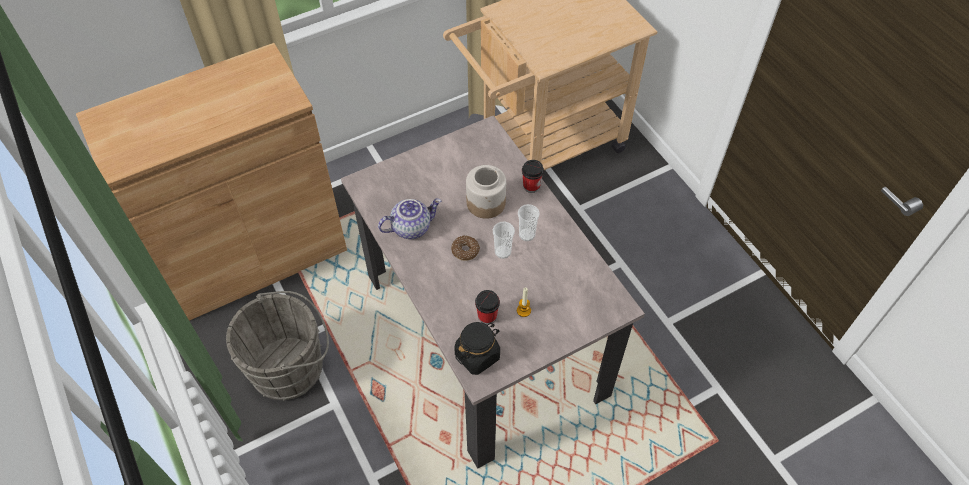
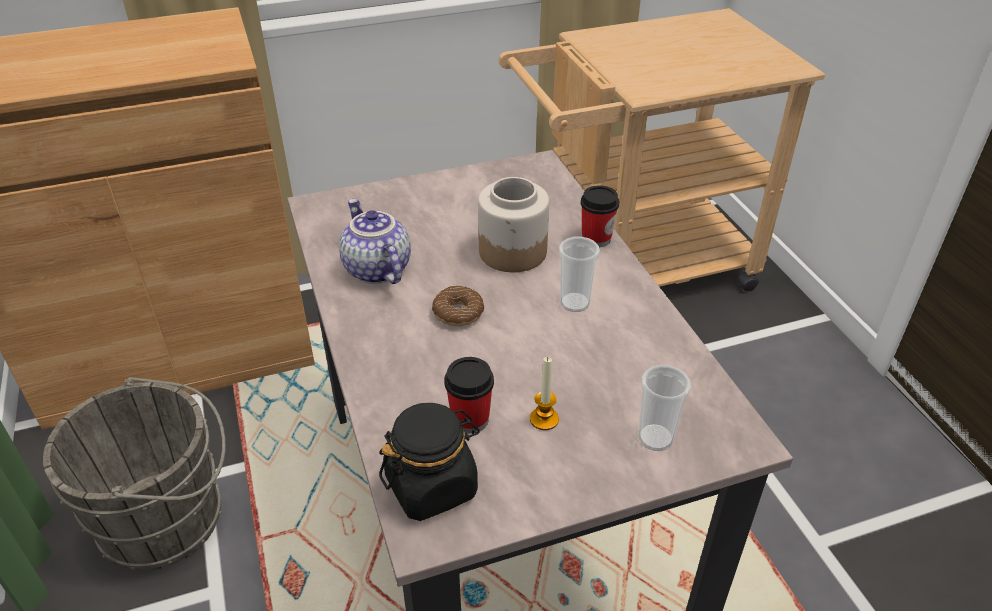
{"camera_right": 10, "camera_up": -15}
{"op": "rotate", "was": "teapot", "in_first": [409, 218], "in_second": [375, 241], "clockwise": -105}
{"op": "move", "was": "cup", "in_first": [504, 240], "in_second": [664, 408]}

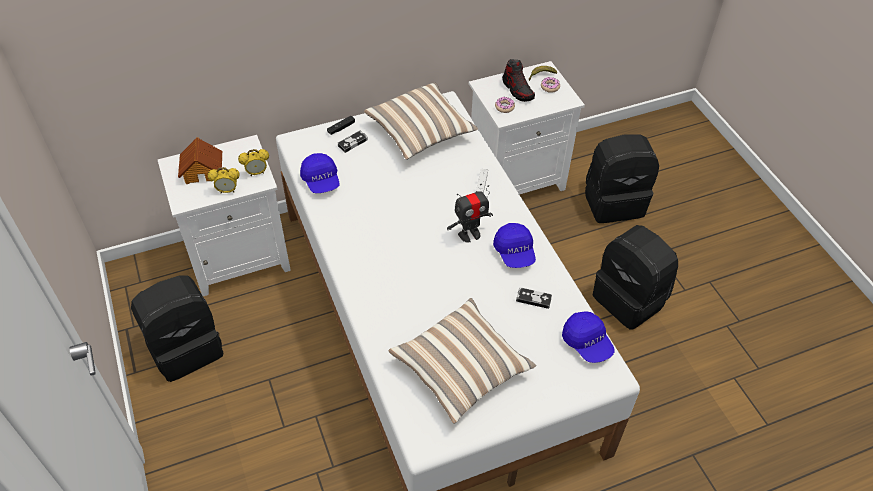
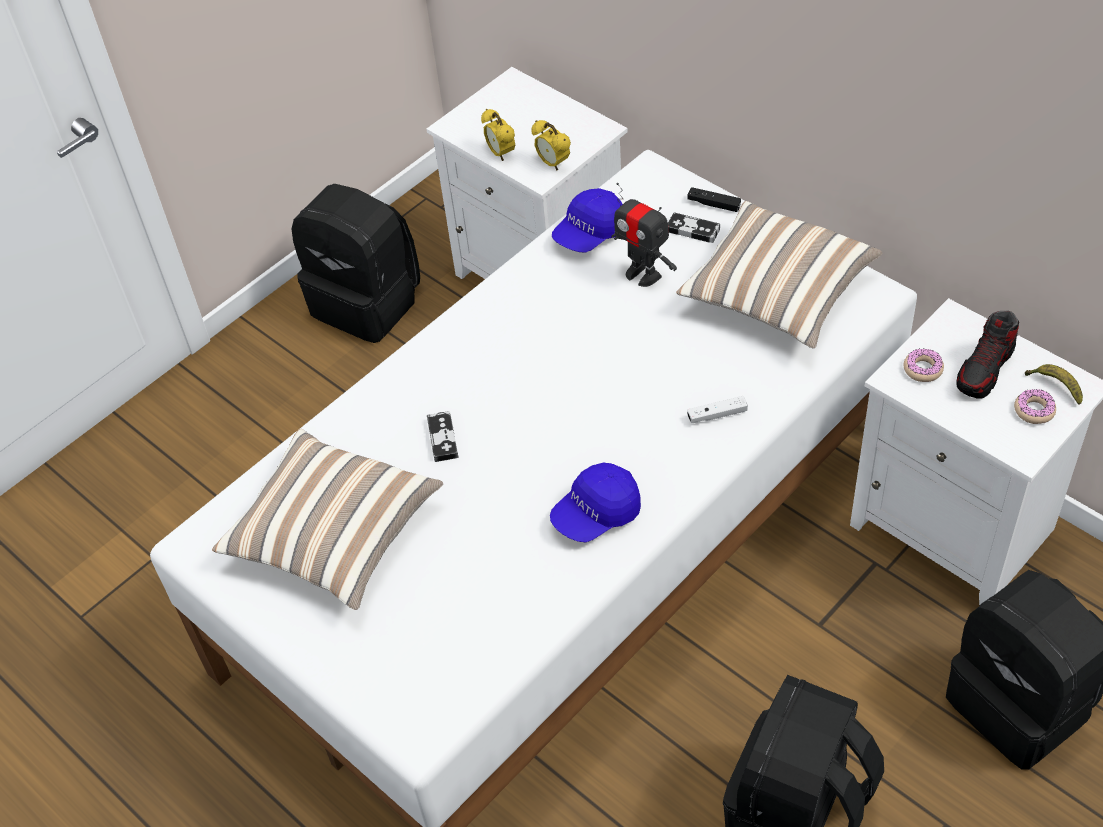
{"camera_right": 70, "camera_up": 0}
{"op": "move", "was": "game controller", "in_first": [534, 298], "in_second": [442, 436]}
{"op": "move", "was": "toy robot", "in_first": [470, 213], "in_second": [644, 235]}
{"op": "delete", "was": "toy house", "in_first": [200, 160]}
{"op": "delete", "was": "blue cap", "in_first": [588, 337]}

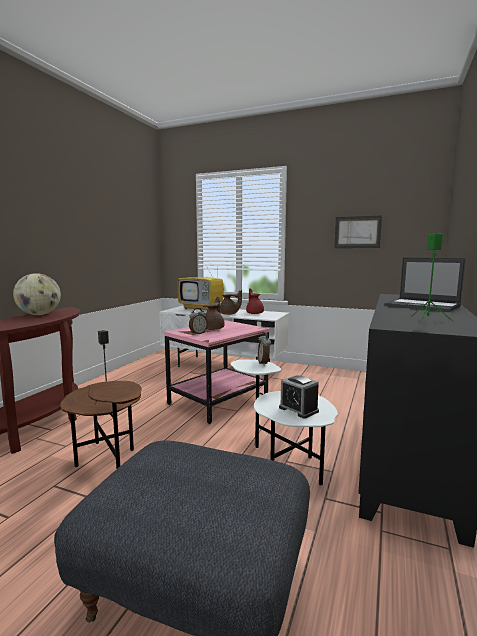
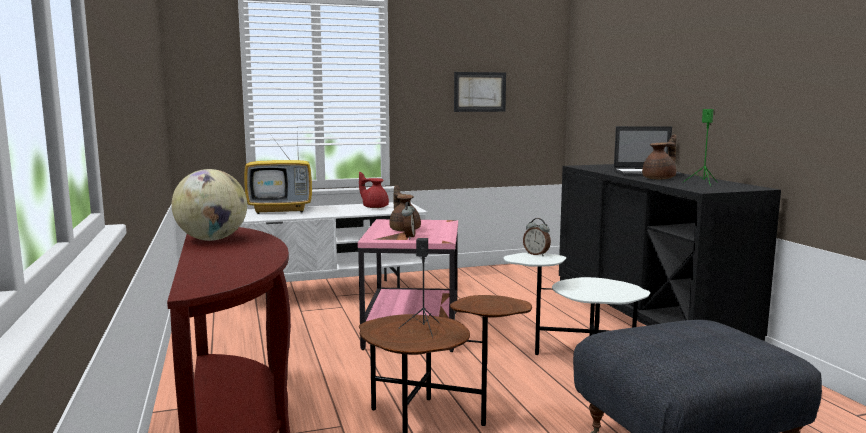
{"camera_right": -40, "camera_up": 0}
{"op": "move", "was": "brown teapot", "in_first": [231, 302], "in_second": [659, 157]}
{"op": "delete", "was": "alarm clock", "in_first": [299, 397]}

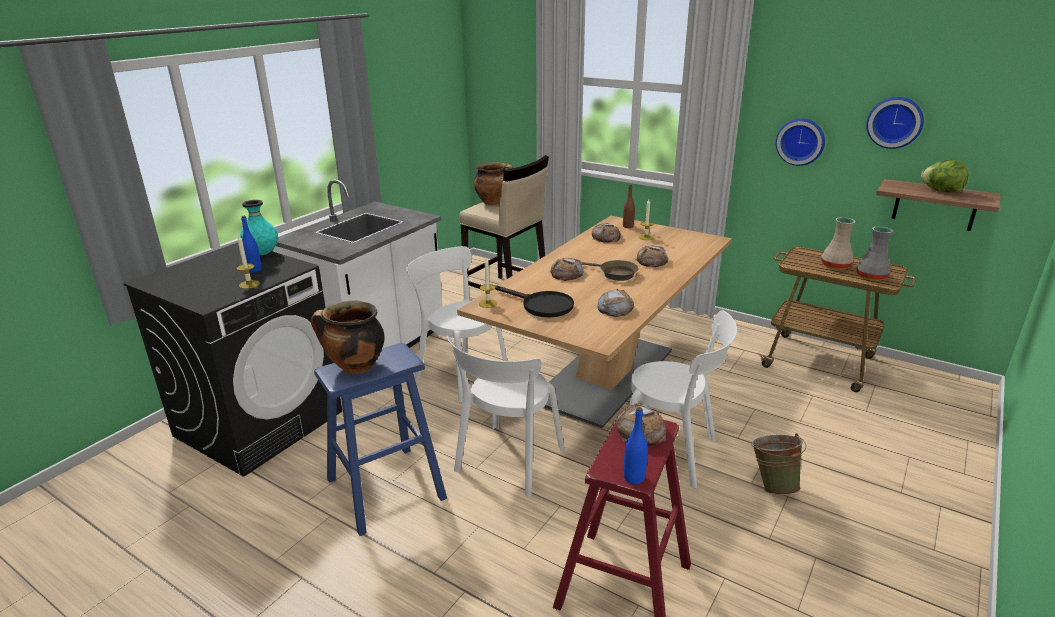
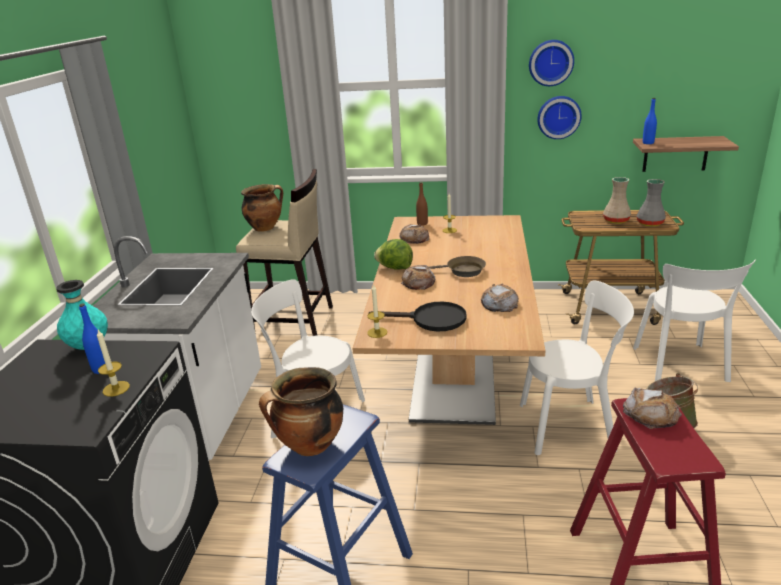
{"camera_right": -25, "camera_up": 0}
{"op": "move", "was": "lettuce", "in_first": [945, 176], "in_second": [393, 254]}
{"op": "move", "was": "wall clock", "in_first": [895, 123], "in_second": [551, 63]}
{"op": "move", "was": "white chair", "in_first": [505, 416], "in_second": [694, 321]}
{"op": "move", "was": "blue bottle", "in_first": [636, 445], "in_second": [650, 121]}
{"op": "delete", "was": "bread", "in_first": [651, 256]}

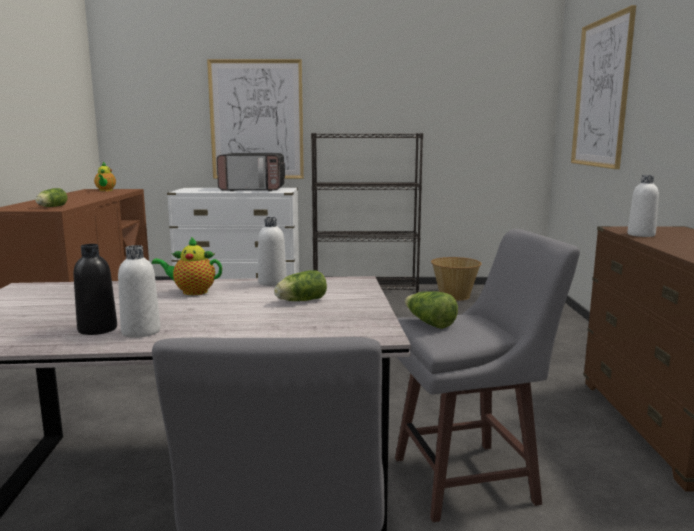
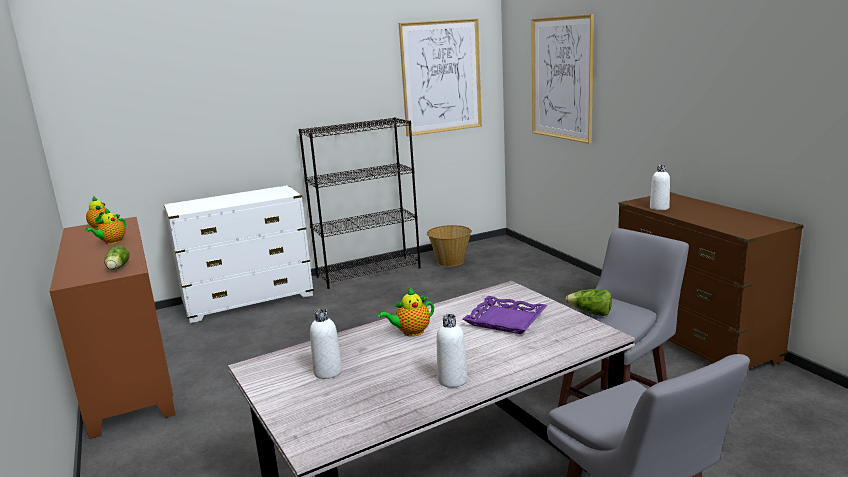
{"camera_right": -25, "camera_up": 5}
{"op": "insert", "now": "teapot", "in_second": [105, 226]}
{"op": "move", "was": "white bottle", "in_first": [272, 251], "in_second": [326, 344]}
{"op": "move", "was": "picture", "in_first": [255, 119], "in_second": [440, 77]}
{"op": "replace", "was": "lettuce", "now": "purple tray", "in_first": [300, 285], "in_second": [505, 315]}
{"op": "delete", "was": "black bottle", "in_first": [95, 289]}
{"op": "delete", "was": "microwave", "in_first": [251, 172]}

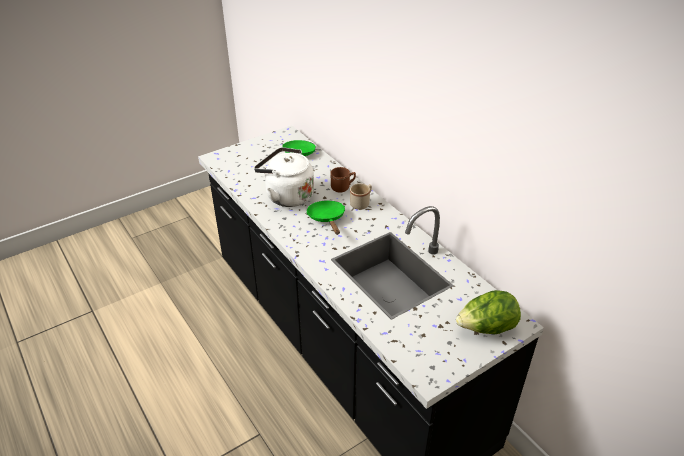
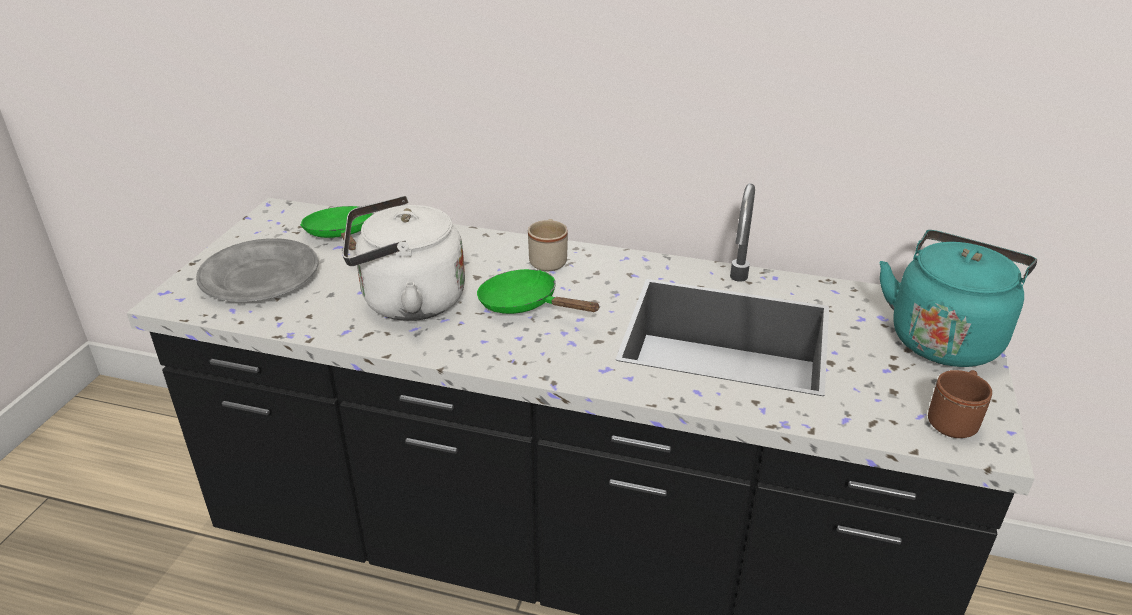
{"camera_right": -40, "camera_up": -5}
{"op": "insert", "now": "grey plate", "in_second": [257, 270]}
{"op": "replace", "was": "lettuce", "now": "turquoise kettle", "in_first": [488, 312], "in_second": [958, 298]}
{"op": "move", "was": "brown mug", "in_first": [343, 180], "in_second": [960, 404]}

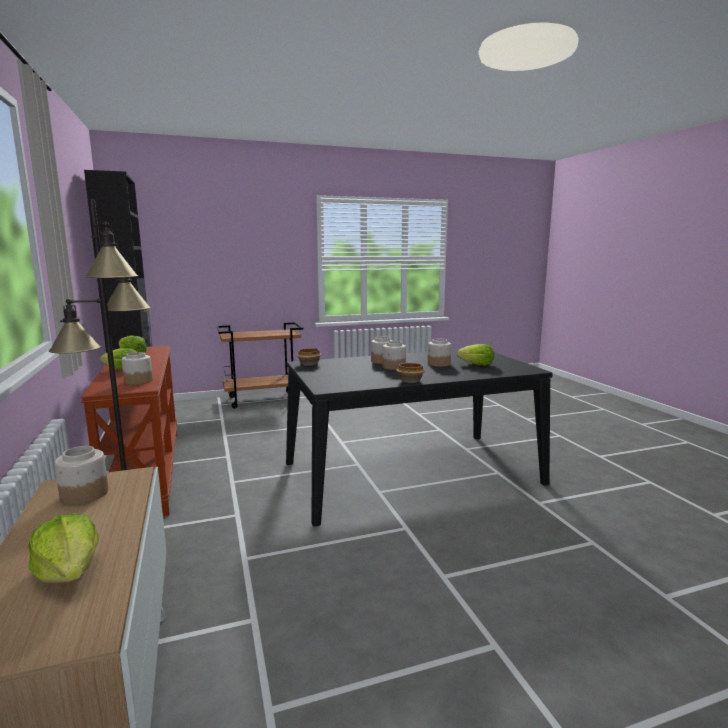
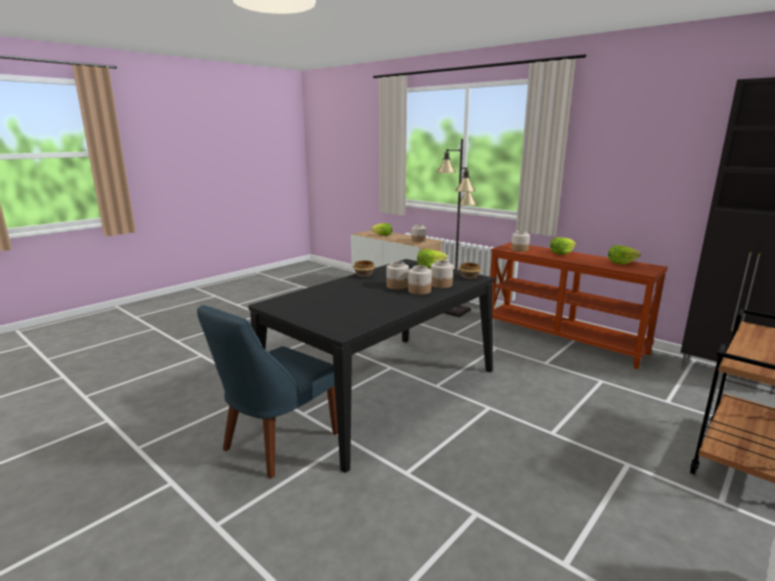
{"camera_right": 150, "camera_up": 5}
{"op": "insert", "now": "blue chair", "in_second": [267, 392]}
{"op": "move", "was": "lettuce", "in_first": [475, 355], "in_second": [432, 259]}
{"op": "move", "was": "jar", "in_first": [439, 353], "in_second": [442, 274]}

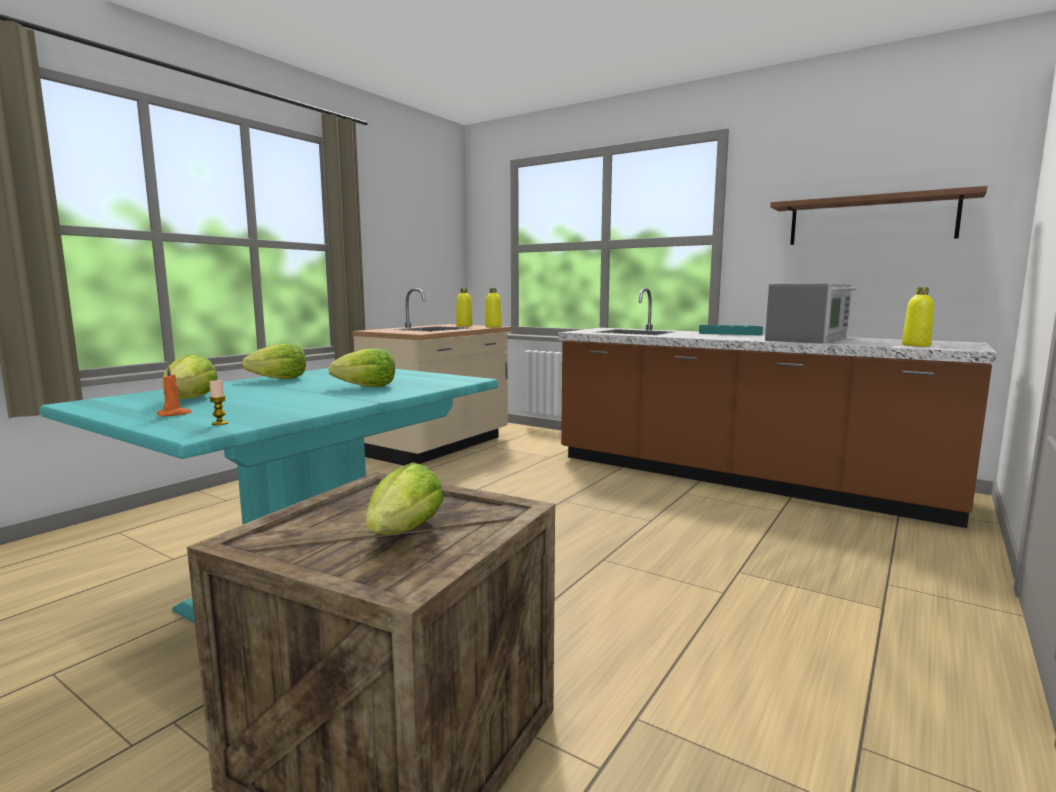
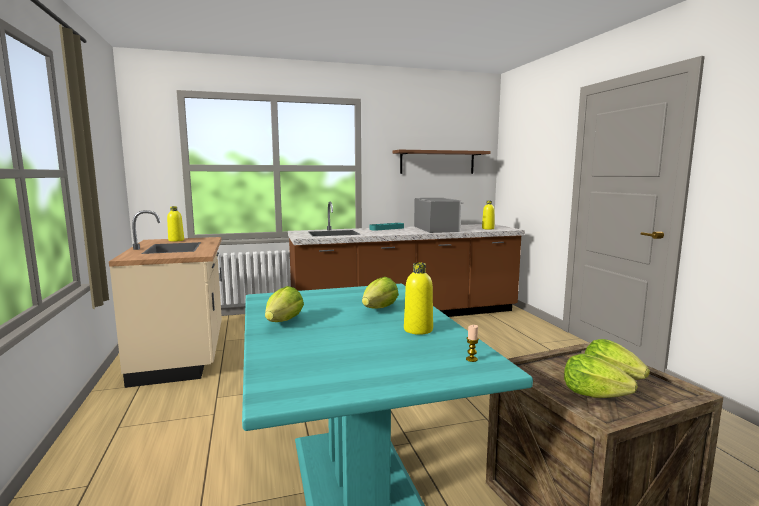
{"camera_right": -50, "camera_up": 0}
{"op": "move", "was": "yellow bottle", "in_first": [493, 307], "in_second": [418, 299]}
{"op": "move", "was": "lettuce", "in_first": [190, 376], "in_second": [601, 376]}
{"op": "delete", "was": "orange candle", "in_first": [174, 391]}

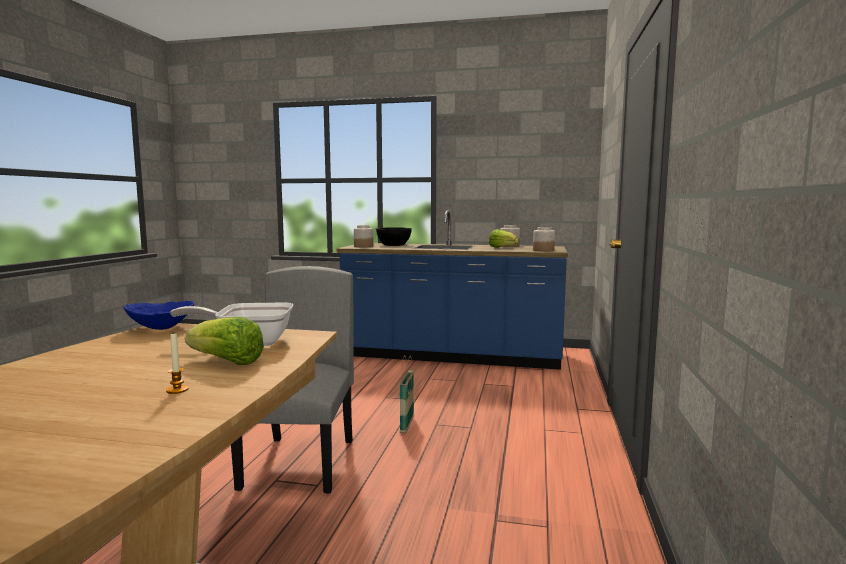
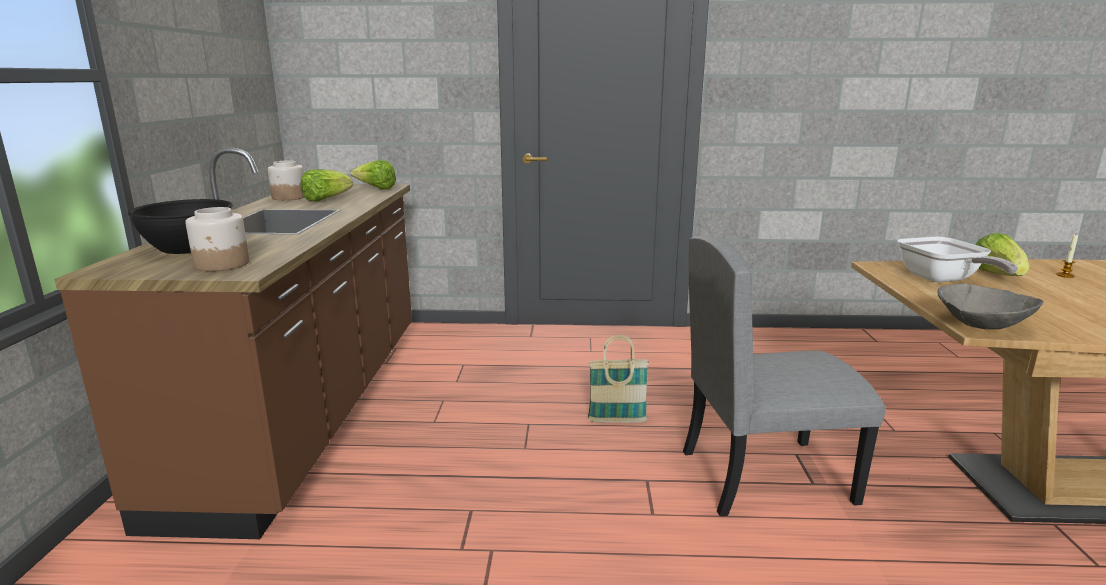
{"camera_right": -100, "camera_up": 10}
{"op": "recolor", "was": "blue counter", "now": "brown counter", "in_first": [452, 290], "in_second": [233, 343]}
{"op": "replace", "was": "jar", "now": "lettuce", "in_first": [544, 239], "in_second": [373, 175]}
{"op": "recolor", "was": "blue bowl", "now": "grey bowl", "in_first": [159, 315], "in_second": [990, 306]}

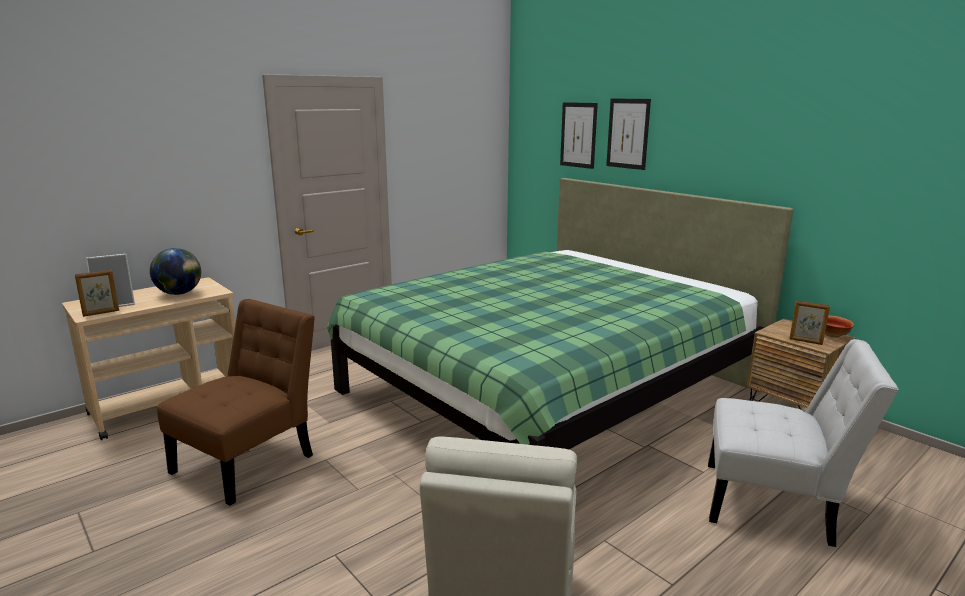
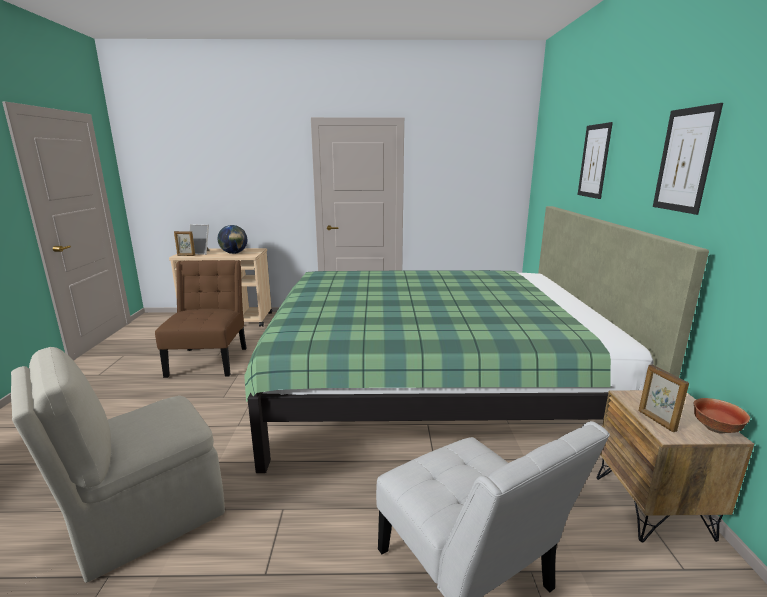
{"camera_right": 40, "camera_up": 0}
{"op": "rotate", "was": "brown chair", "in_first": [236, 402], "in_second": [201, 319], "clockwise": -75}
{"op": "move", "was": "picture", "in_first": [579, 135], "in_second": [688, 159]}

